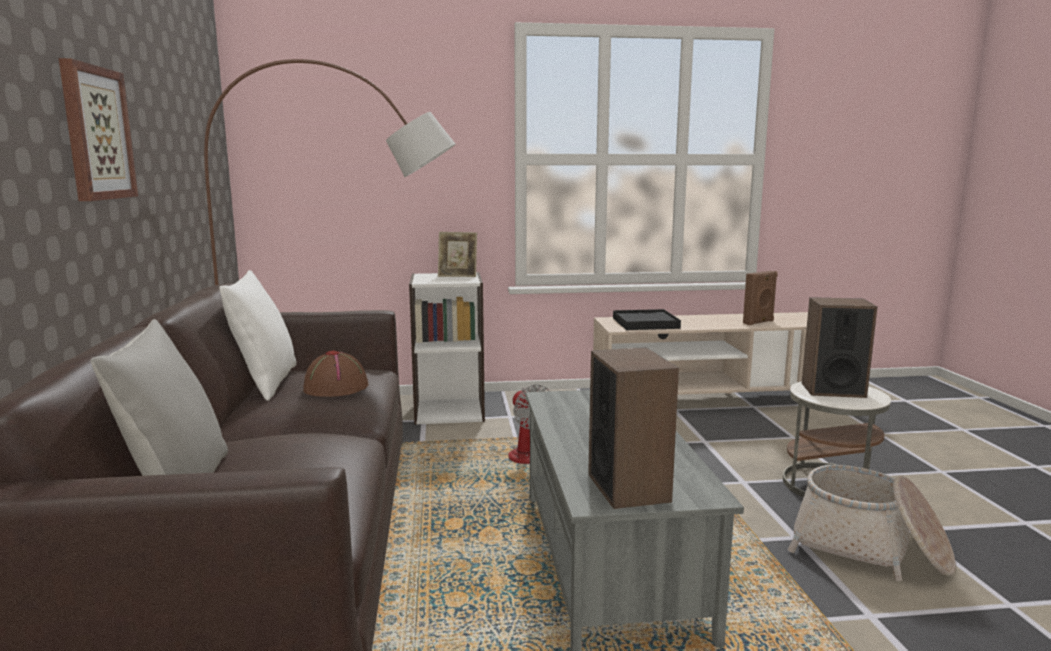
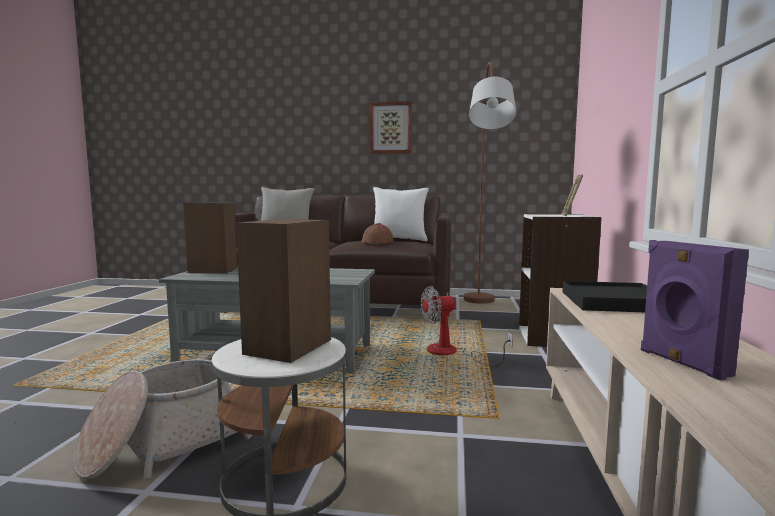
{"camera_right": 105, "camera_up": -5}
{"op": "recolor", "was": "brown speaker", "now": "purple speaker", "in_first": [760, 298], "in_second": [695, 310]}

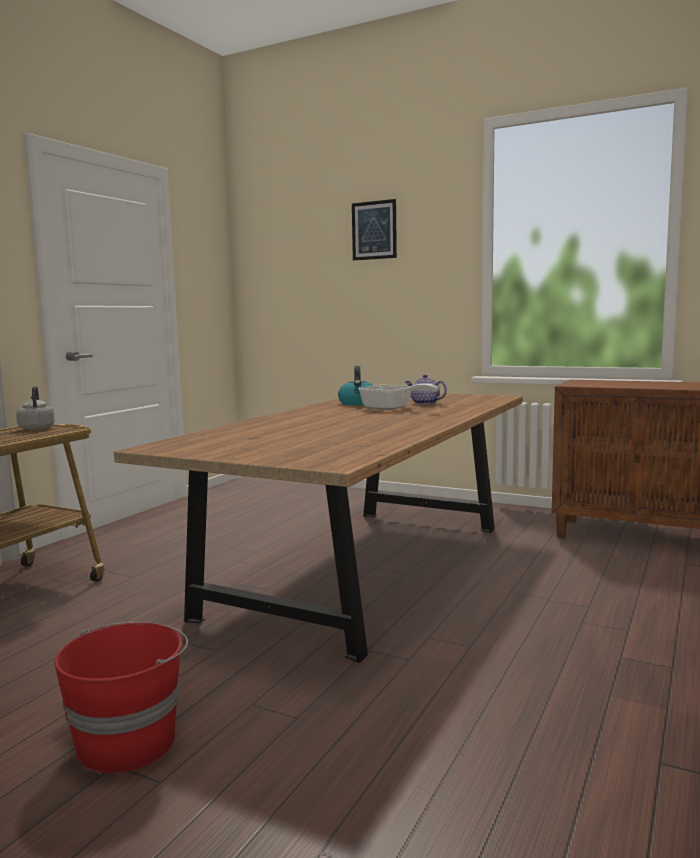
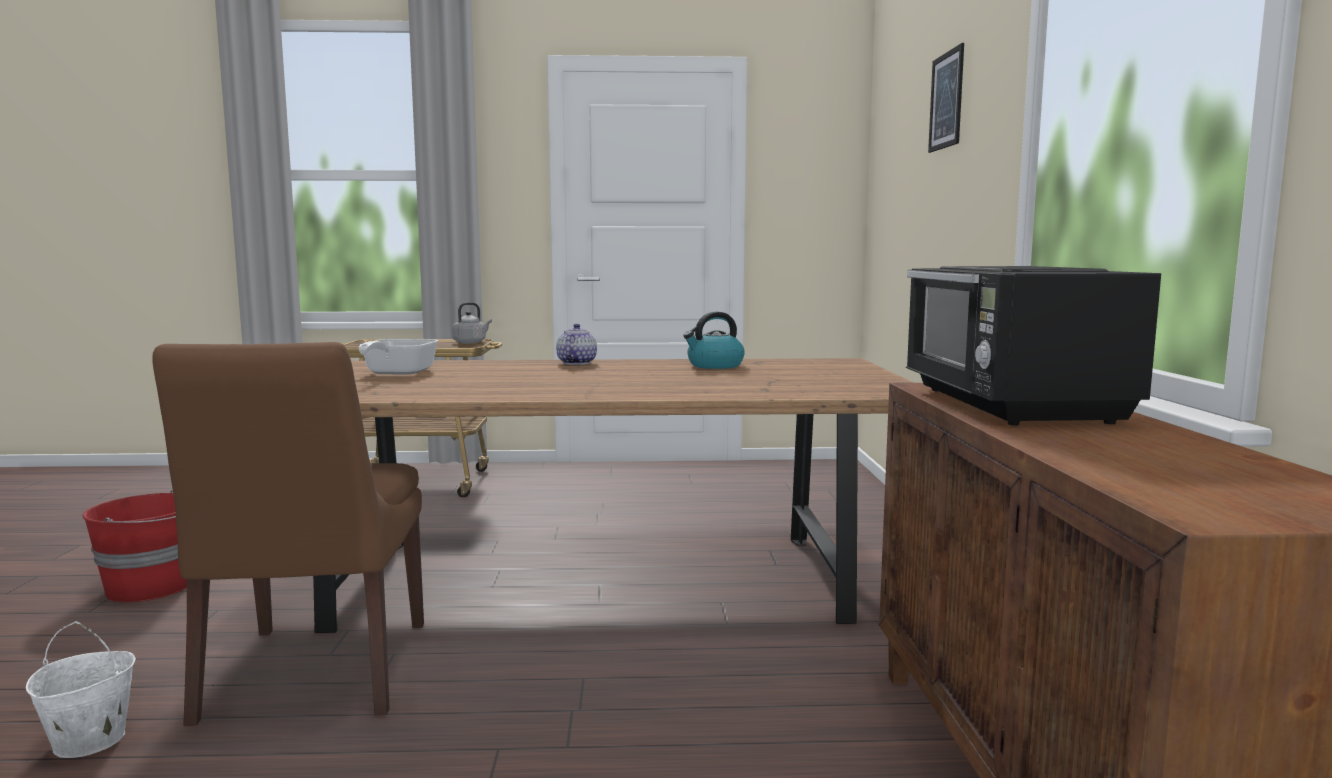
{"camera_right": 60, "camera_up": 0}
{"op": "insert", "now": "white bucket", "in_second": [80, 689]}
{"op": "insert", "now": "brown chair", "in_second": [288, 534]}
{"op": "move", "was": "frying pan", "in_first": [398, 397], "in_second": [398, 357]}
{"op": "move", "was": "teapot", "in_first": [426, 390], "in_second": [576, 344]}
{"op": "insert", "now": "black microwave", "in_second": [1033, 345]}

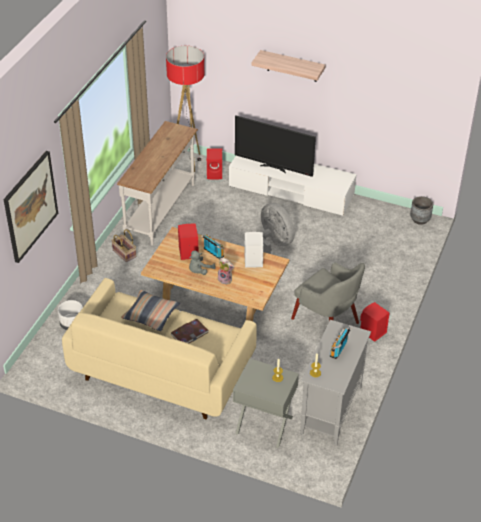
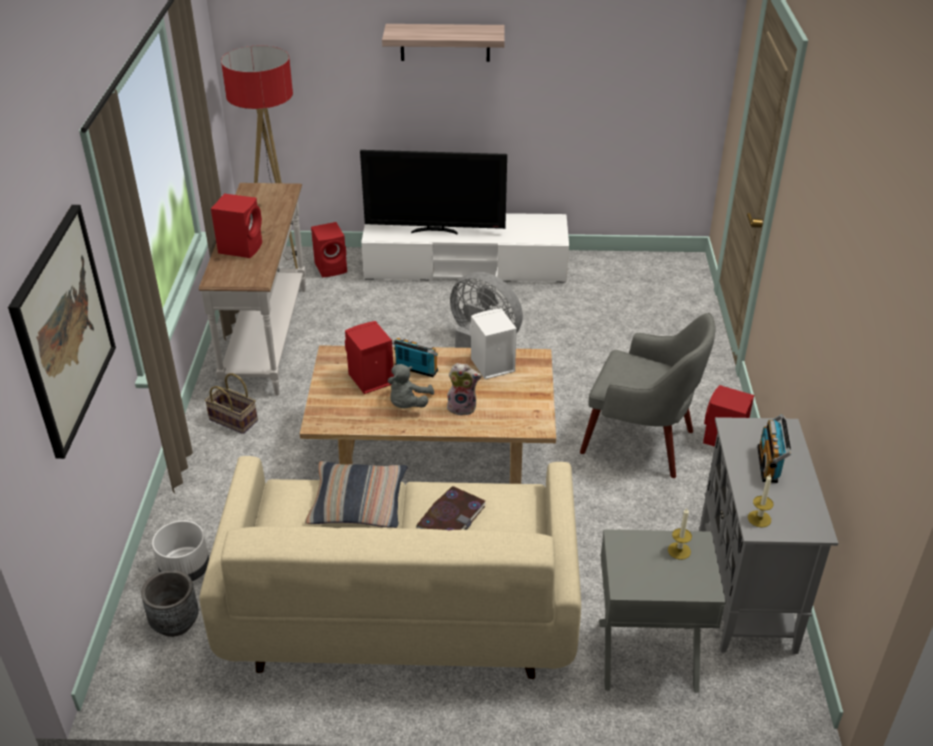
{"camera_right": -20, "camera_up": -5}
{"op": "move", "was": "grey planter", "in_first": [421, 210], "in_second": [170, 603]}
{"op": "insert", "now": "red speaker", "in_second": [236, 225]}

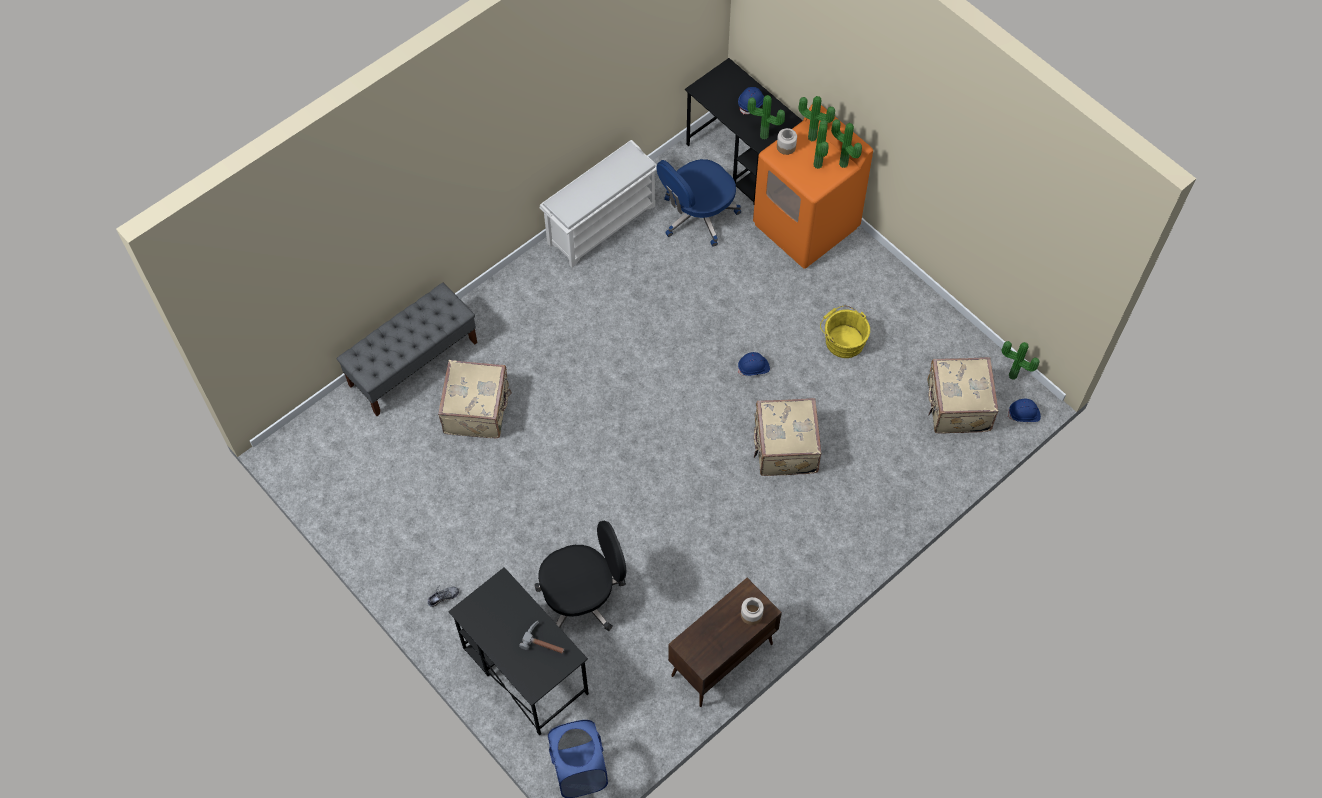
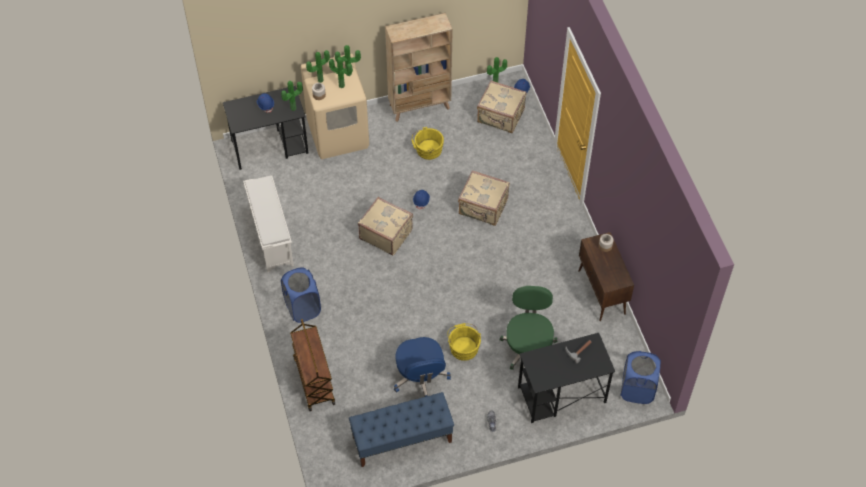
{"camera_right": -65, "camera_up": -5}
{"op": "insert", "now": "blue laundry basket", "in_second": [301, 295]}
{"op": "replace", "was": "grey bench", "now": "brown cart", "in_first": [407, 349], "in_second": [312, 365]}
{"op": "recolor", "was": "orange washing machine", "now": "beige washing machine", "in_first": [813, 187], "in_second": [335, 106]}
{"op": "insert", "now": "blue bench", "in_second": [401, 429]}
{"op": "move", "was": "beige suitcase", "in_first": [475, 399], "in_second": [385, 226]}
{"op": "insert", "now": "beige bookcase", "in_second": [419, 67]}
{"op": "move", "was": "blue office chair", "in_first": [698, 202], "in_second": [422, 367]}
{"op": "insert", "now": "yellow bucket", "in_second": [464, 342]}
{"op": "recolor", "was": "black office chair", "now": "green office chair", "in_first": [580, 576], "in_second": [528, 328]}

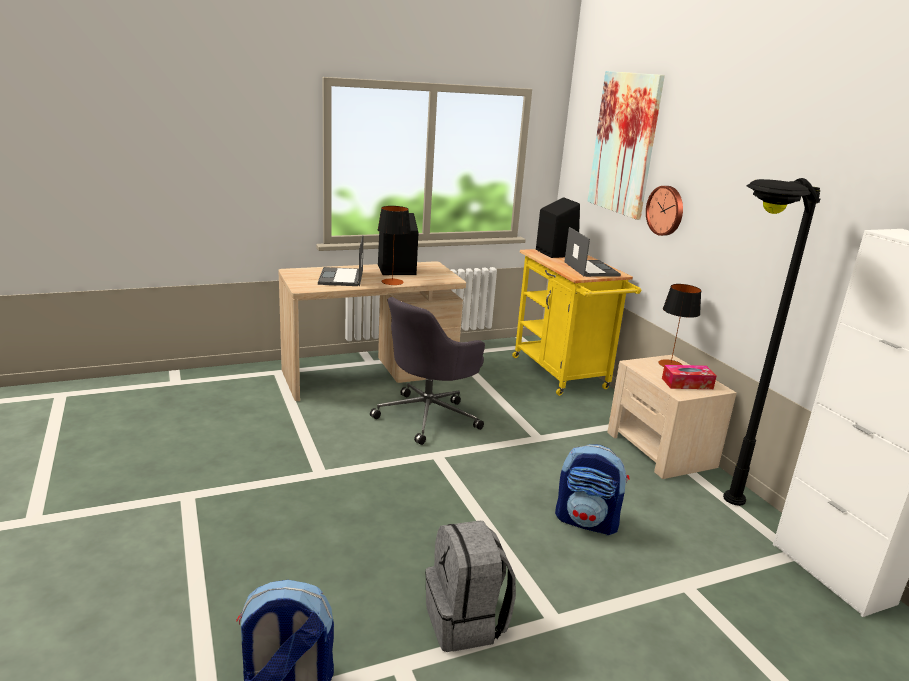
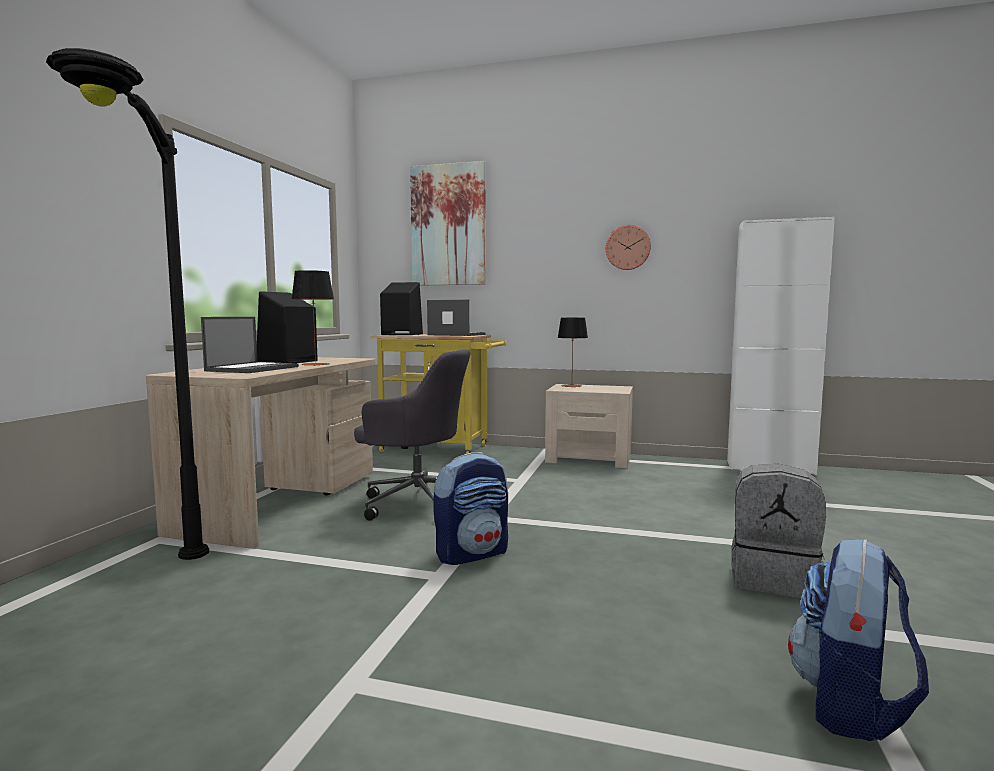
{"camera_right": -50, "camera_up": -15}
{"op": "move", "was": "black floor lamp", "in_first": [772, 342], "in_second": [127, 304]}
{"op": "rotate", "was": "laptop", "in_first": [341, 260], "in_second": [250, 345], "clockwise": -105}
{"op": "rotate", "was": "grey office chair", "in_first": [427, 371], "in_second": [412, 435], "clockwise": -60}
{"op": "move", "was": "backpack", "in_first": [592, 489], "in_second": [470, 508]}
{"op": "move", "was": "wall clock", "in_first": [664, 211], "in_second": [628, 247]}
{"op": "delete", "was": "tissue box", "in_first": [689, 377]}

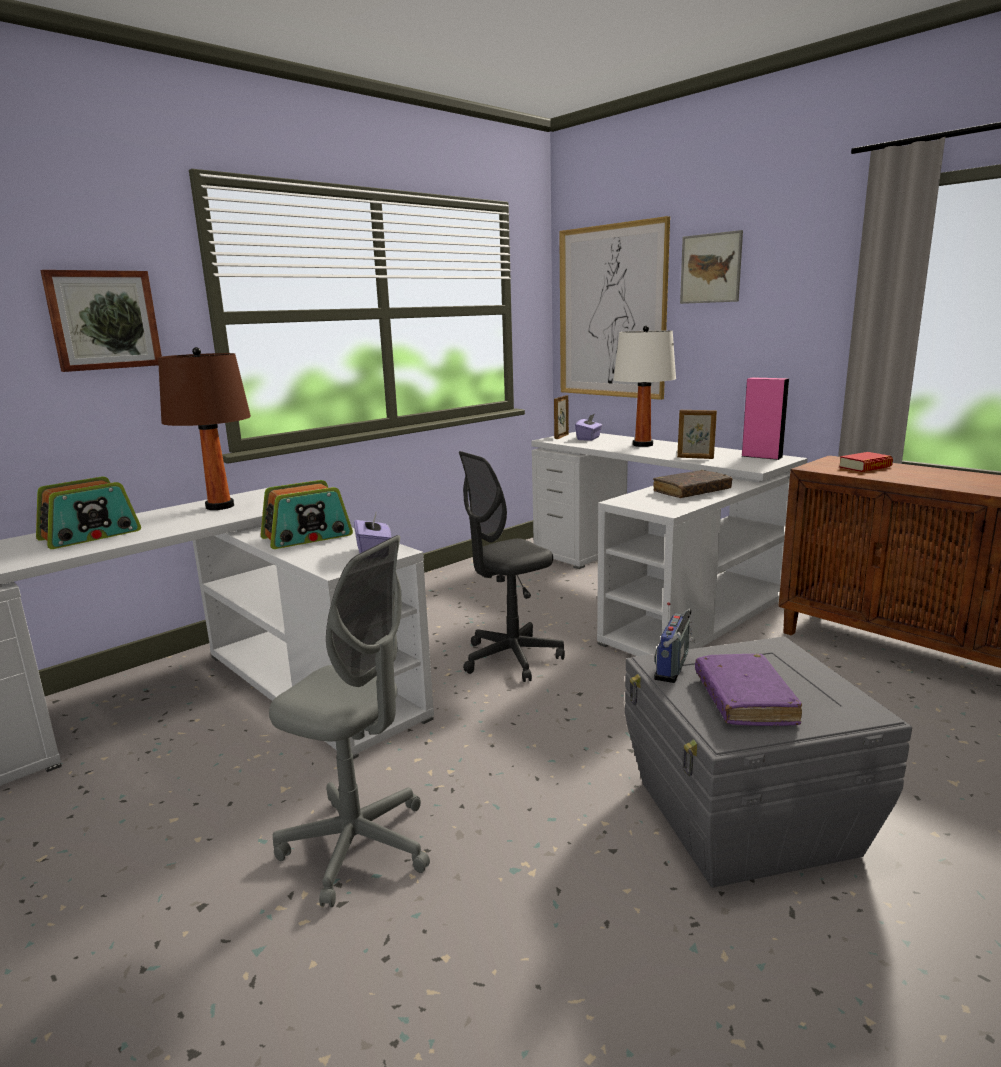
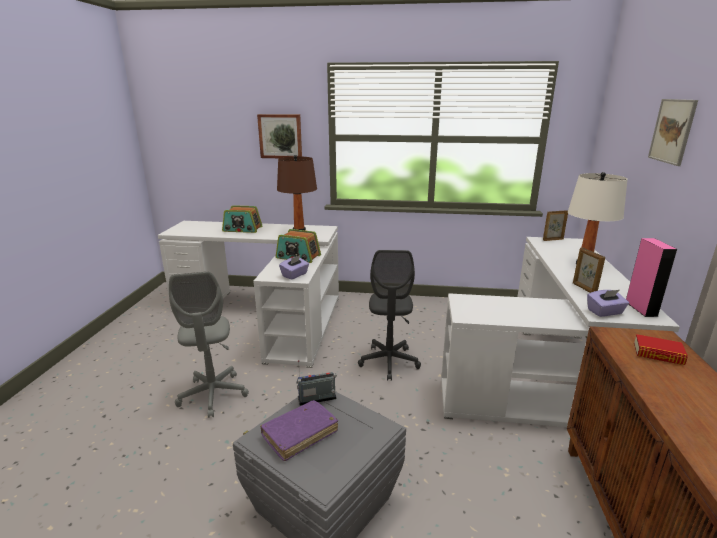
{"camera_right": 50, "camera_up": 5}
{"op": "rotate", "was": "grey office chair", "in_first": [512, 566], "in_second": [389, 315], "clockwise": -105}
{"op": "move", "was": "purple tissue box", "in_first": [588, 427], "in_second": [608, 303]}
{"op": "delete", "was": "picture", "in_first": [614, 308]}
{"op": "delete", "was": "brown book", "in_first": [692, 484]}

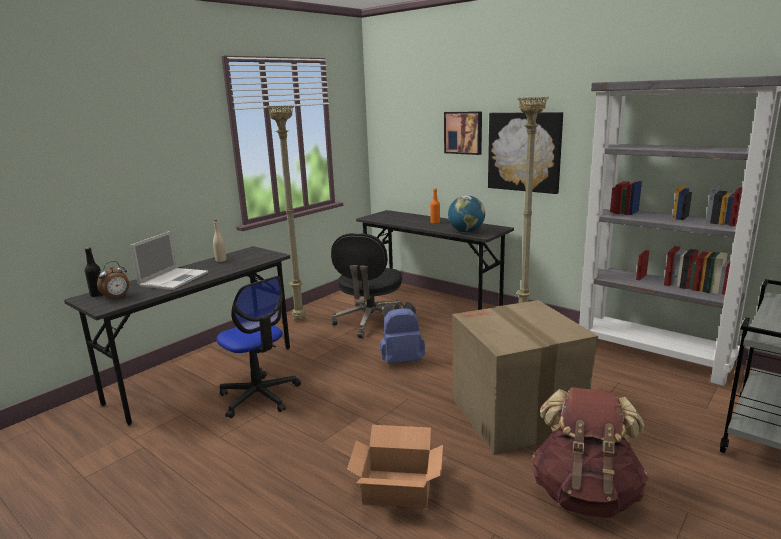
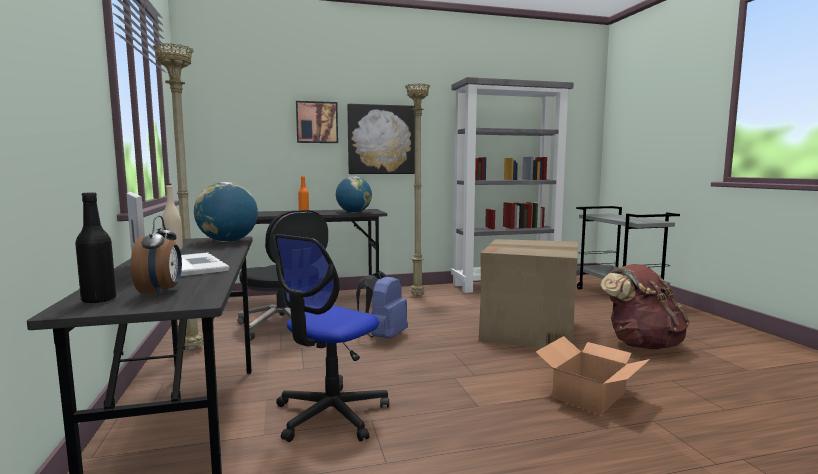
{"camera_right": -55, "camera_up": -10}
{"op": "insert", "now": "globe", "in_second": [226, 212]}
{"op": "rotate", "was": "office chair", "in_first": [258, 347], "in_second": [331, 338], "clockwise": 135}

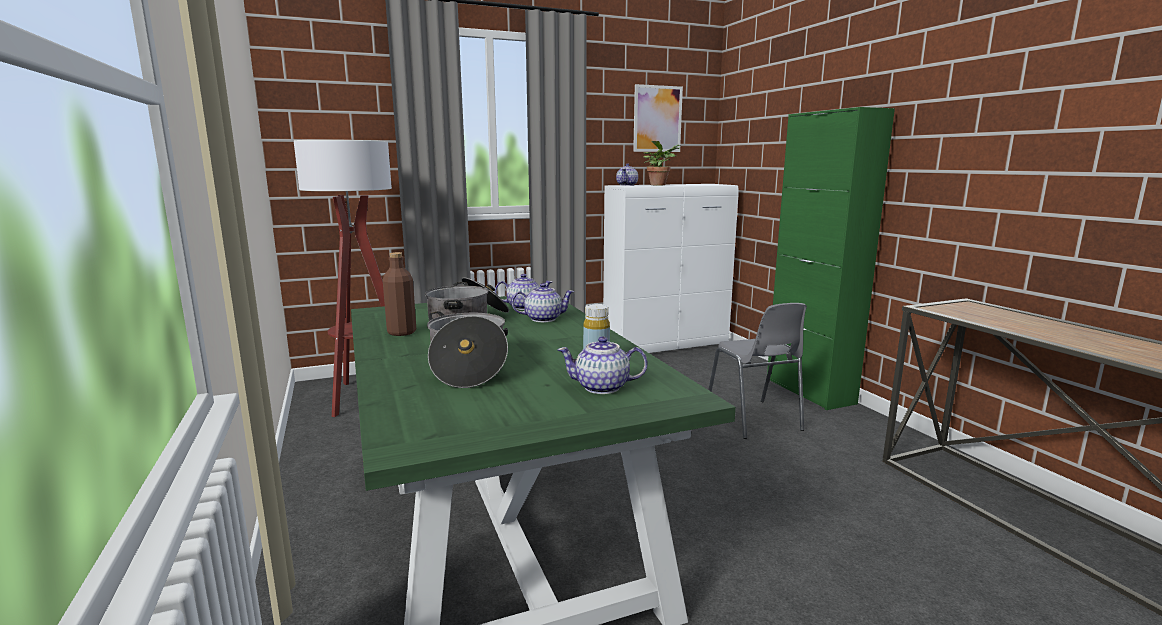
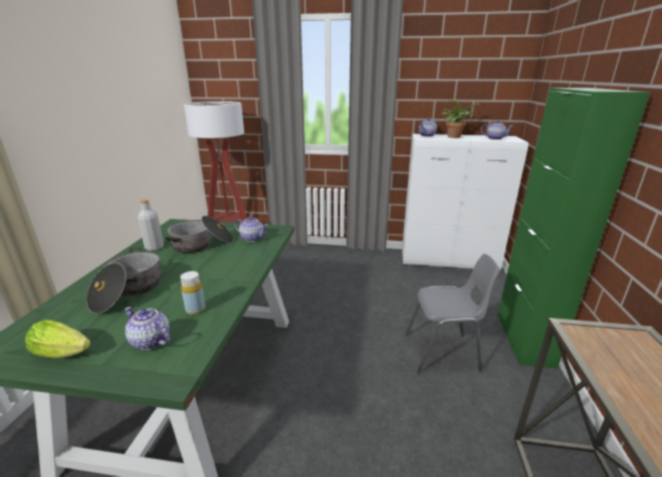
{"camera_right": 30, "camera_up": 10}
{"op": "insert", "now": "lettuce", "in_second": [57, 338]}
{"op": "recolor", "was": "brown bottle", "now": "grey bottle", "in_first": [399, 294], "in_second": [151, 225]}
{"op": "rotate", "was": "grey chair", "in_first": [757, 371], "in_second": [452, 314], "clockwise": -105}
{"op": "move", "was": "teapot", "in_first": [543, 302], "in_second": [497, 130]}
{"op": "delete", "was": "picture", "in_first": [658, 118]}

